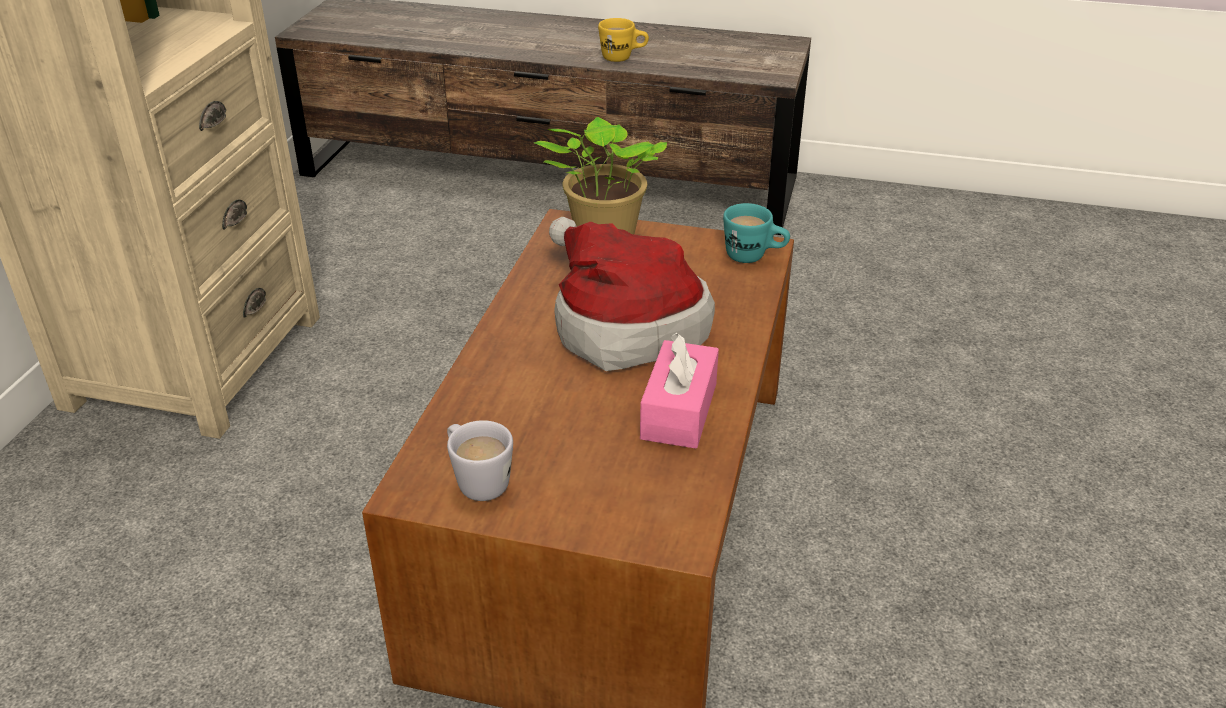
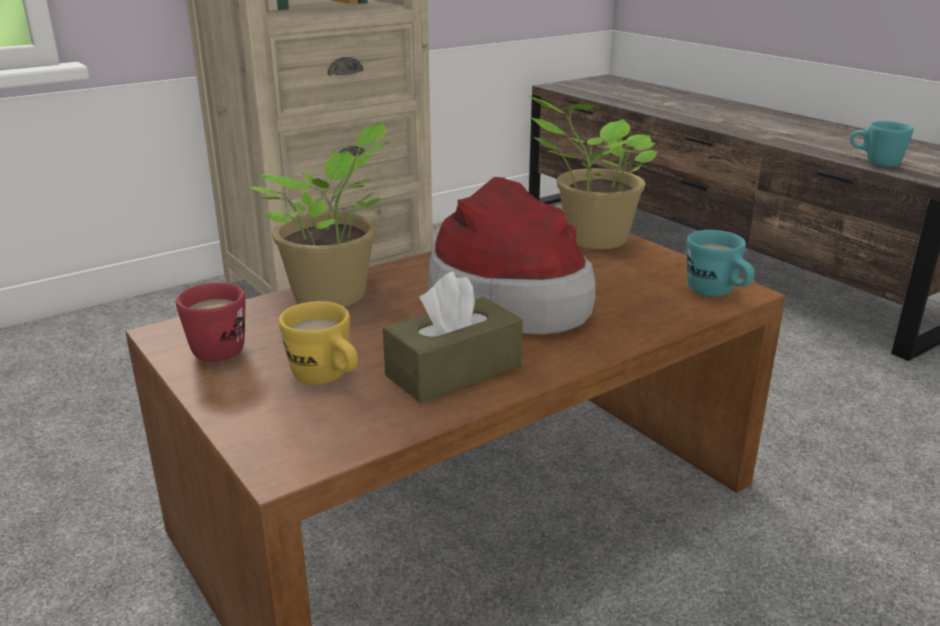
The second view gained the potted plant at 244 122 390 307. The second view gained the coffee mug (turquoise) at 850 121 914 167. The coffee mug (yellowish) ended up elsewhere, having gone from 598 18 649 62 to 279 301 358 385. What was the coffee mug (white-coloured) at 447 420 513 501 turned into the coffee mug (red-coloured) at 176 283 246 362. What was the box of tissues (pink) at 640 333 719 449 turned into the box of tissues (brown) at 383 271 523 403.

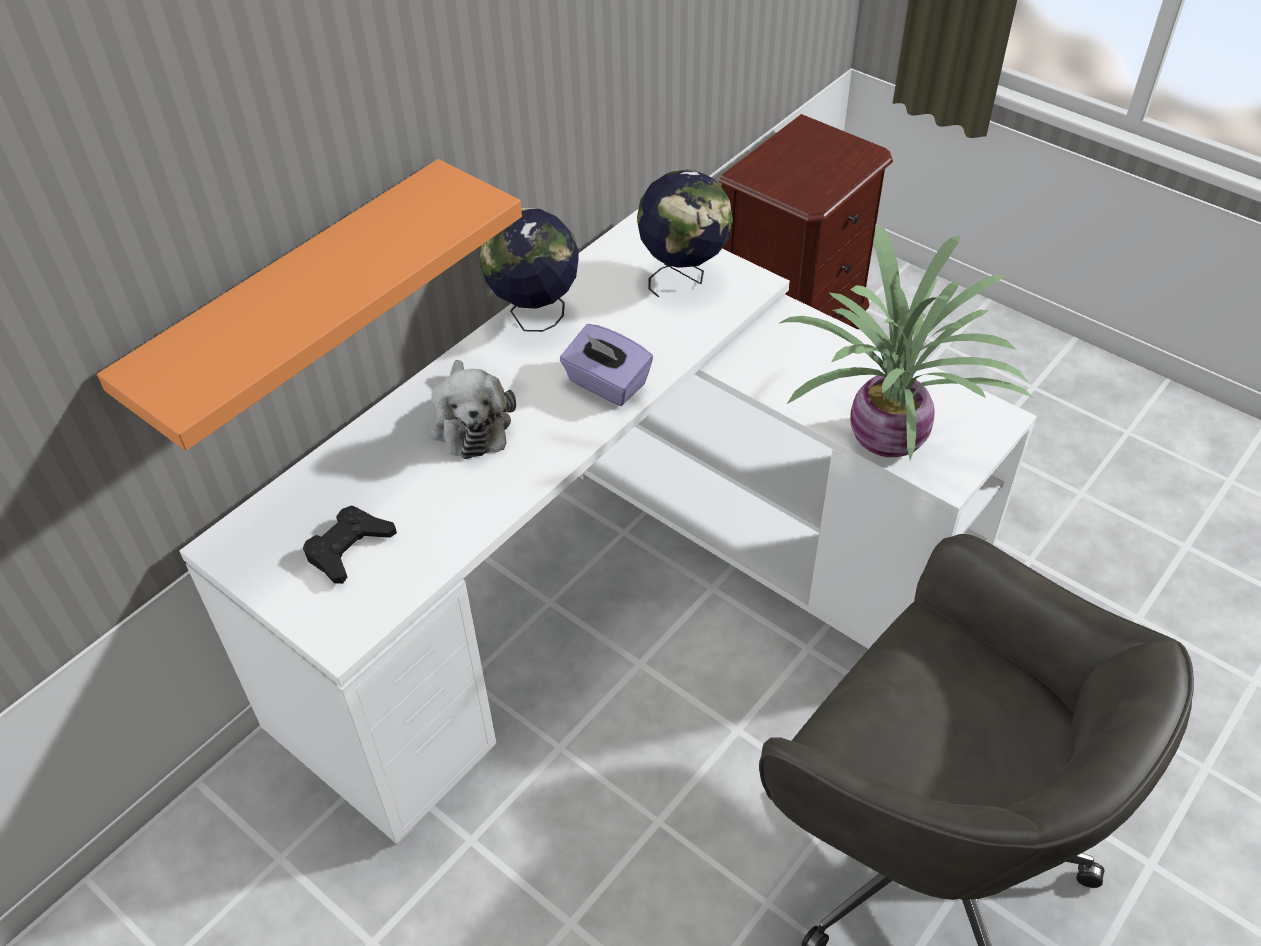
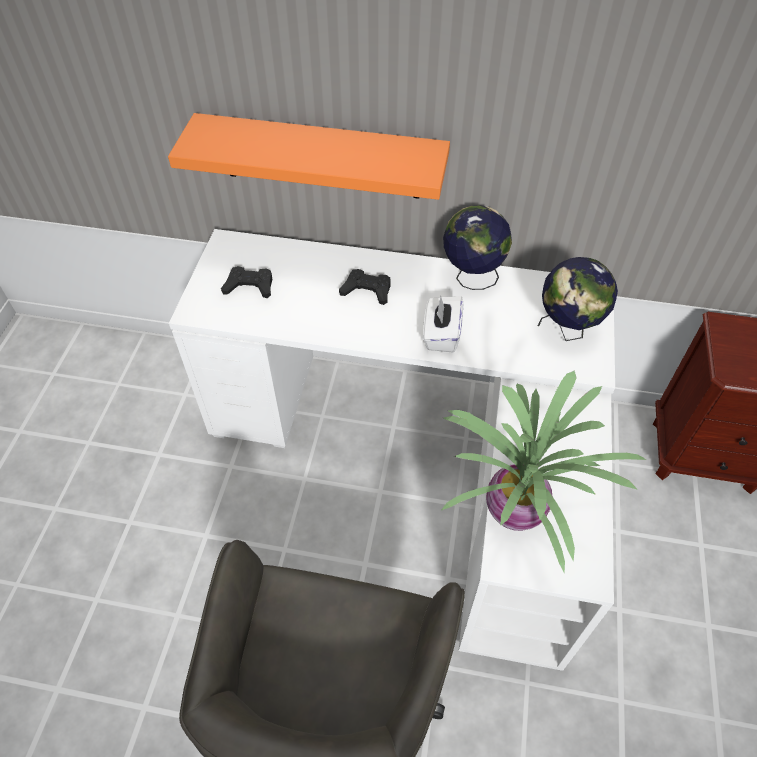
Where the soft toy stood at 430 360 516 459, the joypad (black) came to stand at 339 269 391 305. What was the box of tissues (purplish) at 560 324 653 406 turned into the box of tissues (white-coloured) at 423 296 463 352.

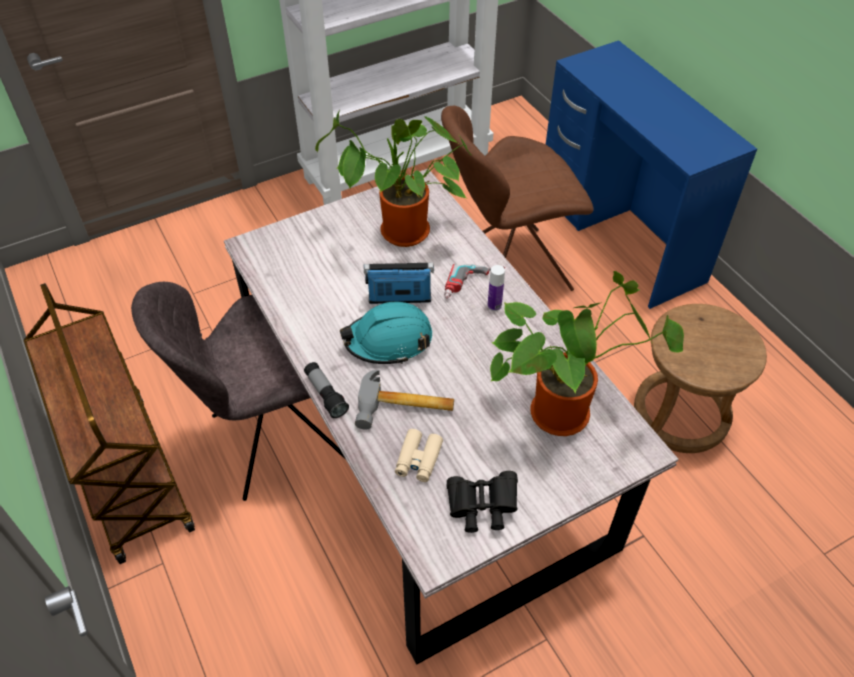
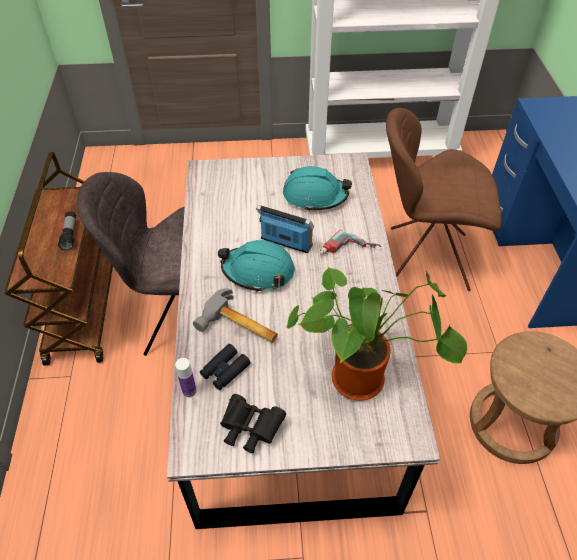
The flashlight ended up elsewhere, having gone from 304 362 349 418 to 58 211 76 250. The drink bottle ended up elsewhere, having gone from 488 265 505 311 to 175 358 197 397. Where the potted plant stood at 315 110 471 247, the work helmet (turquoise) came to stand at 283 166 352 212. What was the binoculars (beige) at 395 429 443 482 turned into the binoculars (black) at 200 344 251 390.

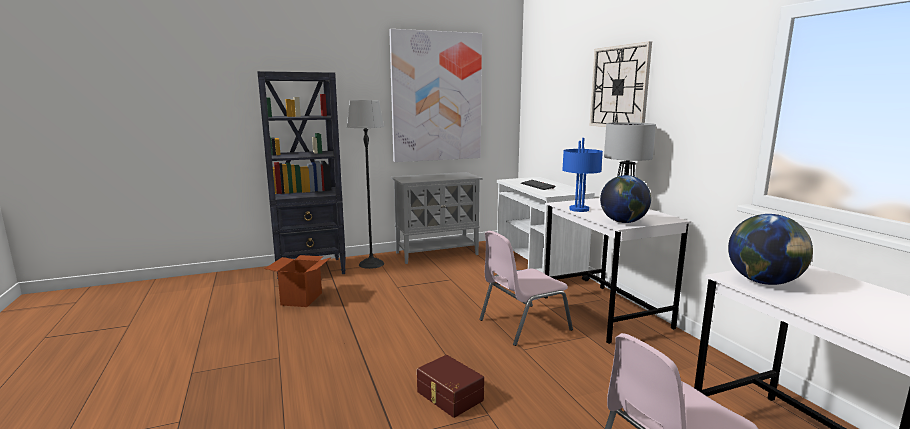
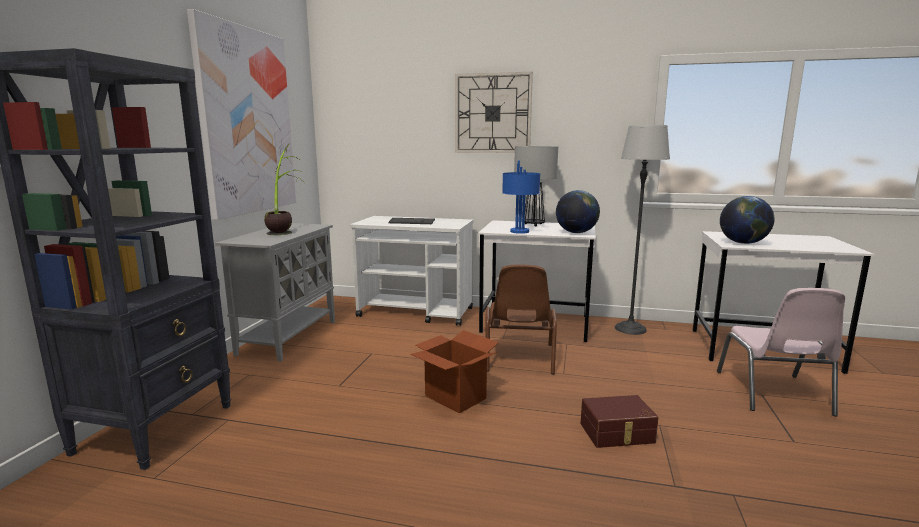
The second view gained the potted plant at 264 144 305 235. The packing box ended up elsewhere, having gone from 265 255 331 307 to 410 330 499 413. The floor lamp ended up elsewhere, having gone from 347 100 384 269 to 614 125 670 335. What was the plain chair (pink) at 479 231 573 346 turned into the plain chair (brown) at 485 265 557 374.

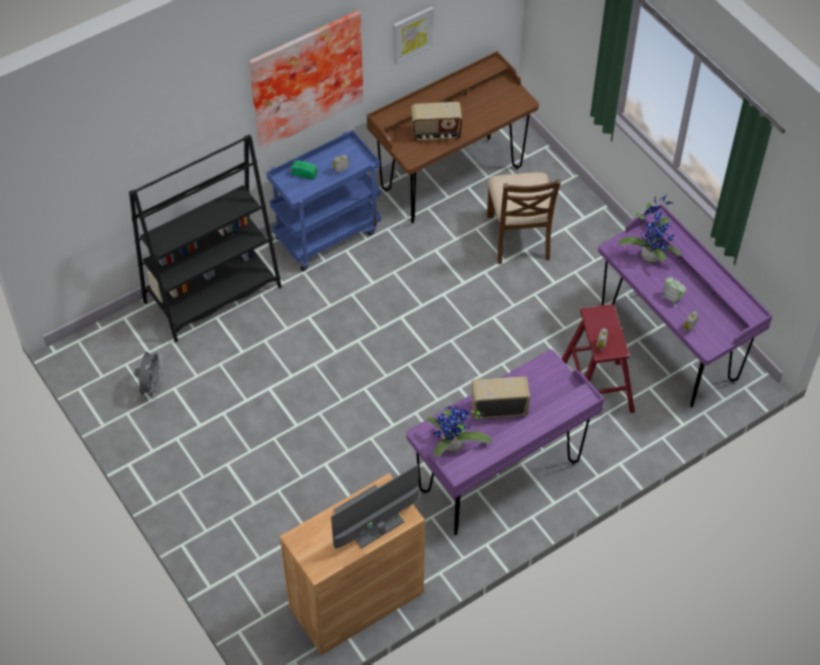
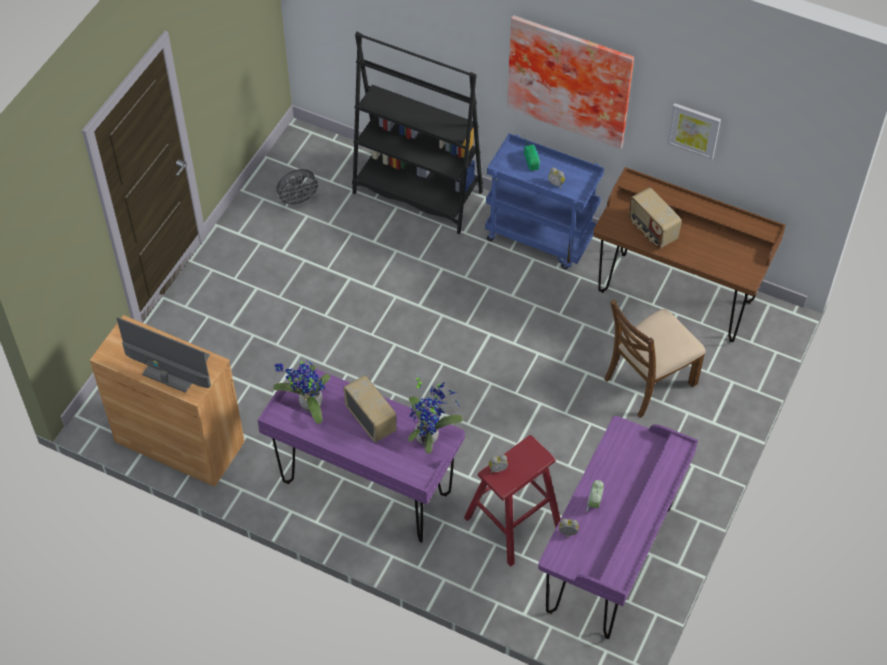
The potted plant ended up elsewhere, having gone from 619 195 682 264 to 408 373 463 454.

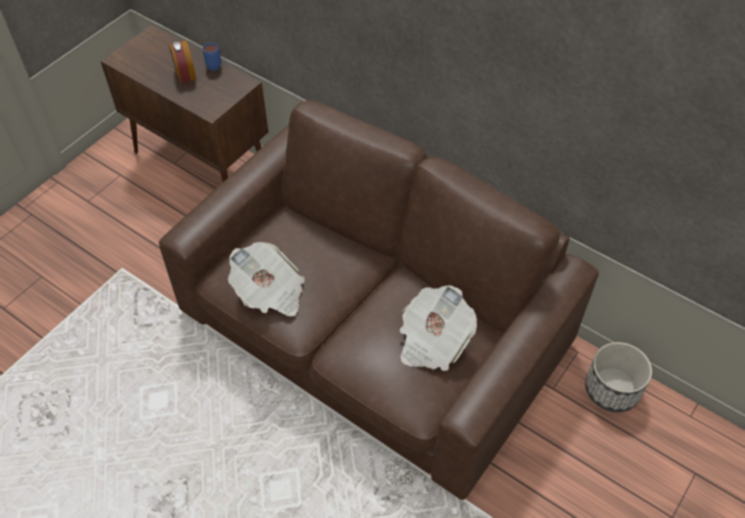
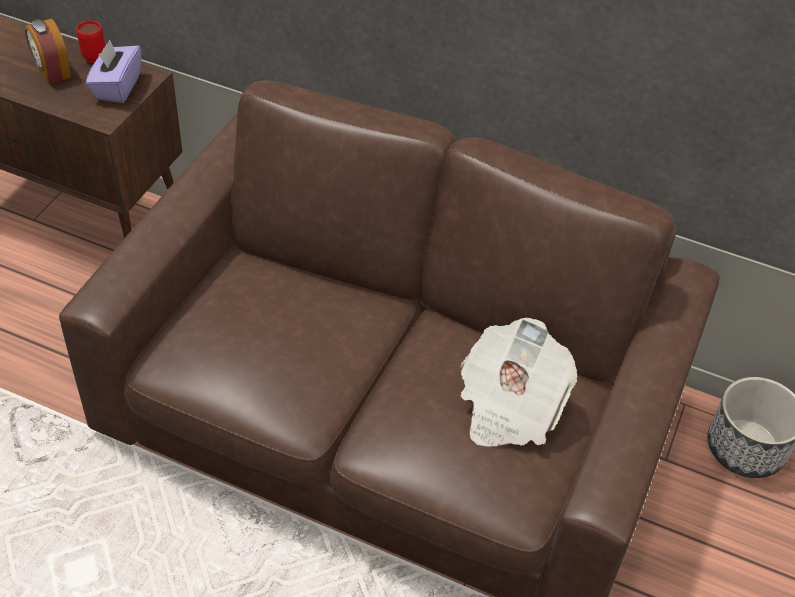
The second view lost the newspaper at 228 242 305 317. The second view gained the box of tissues (purplish) at 86 40 141 103. What was the coffee mug (blue) at 203 43 221 71 turned into the coffee mug (red-coloured) at 77 20 105 63.

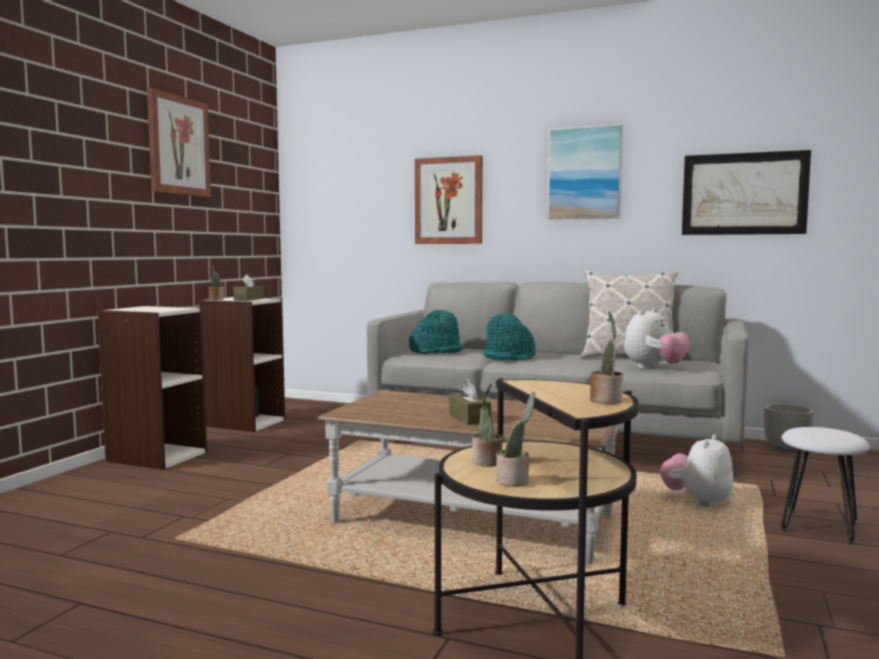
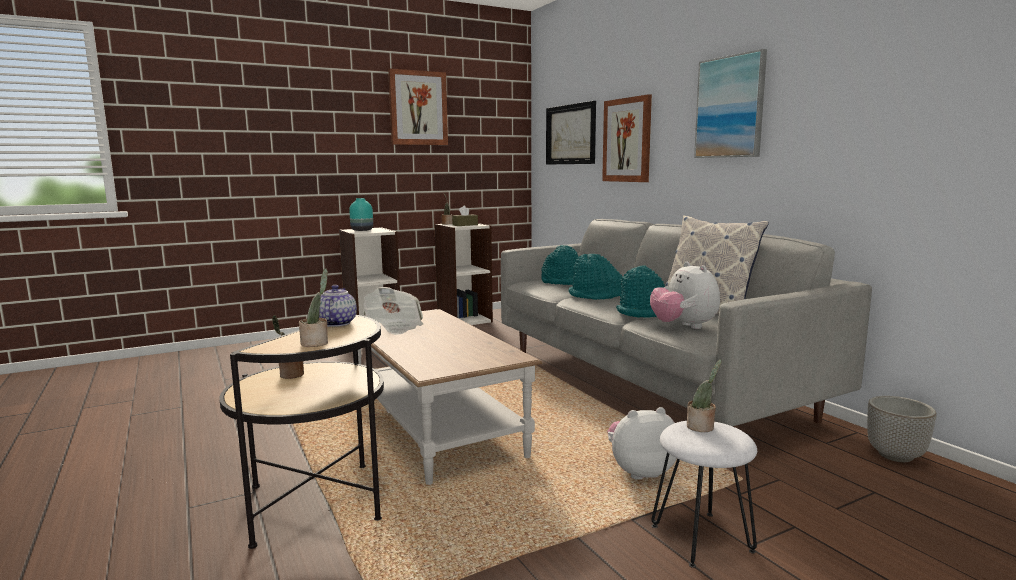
The second view lost the box of tissues (brown) at 449 379 491 425. The second view gained the teapot at 319 285 357 327. The second view gained the flower vase (turquoise) at 349 198 373 231. The second view gained the newspaper at 363 287 424 335. The second view gained the clothing hat (turquoise) at 616 266 665 318. The potted plant ended up elsewhere, having gone from 496 392 536 487 to 687 359 721 432. The wall art ended up elsewhere, having gone from 682 150 811 235 to 546 101 596 165. The soft toy at 624 308 690 369 ended up facing another way, 75 degrees clockwise from before.

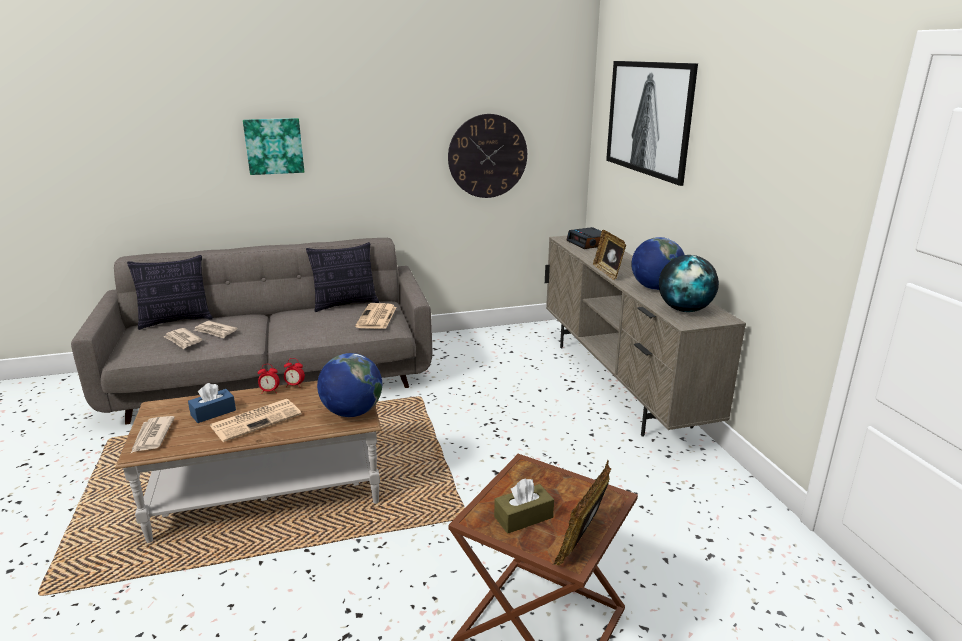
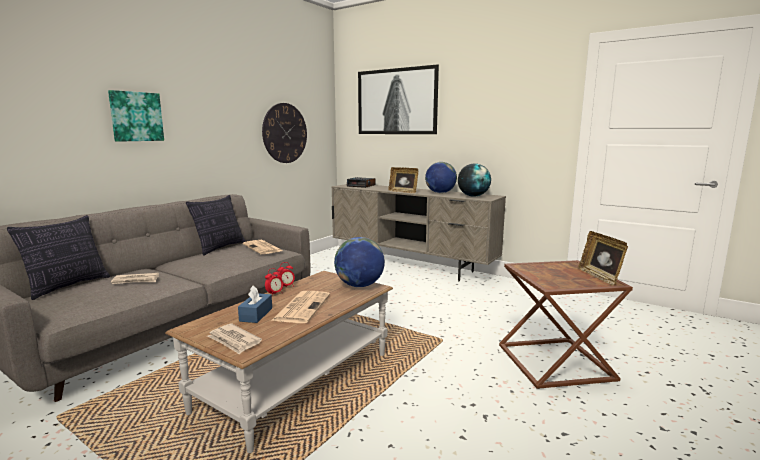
The second view lost the newspaper at 164 328 202 349. The second view lost the box of tissues (brown) at 494 478 554 534.

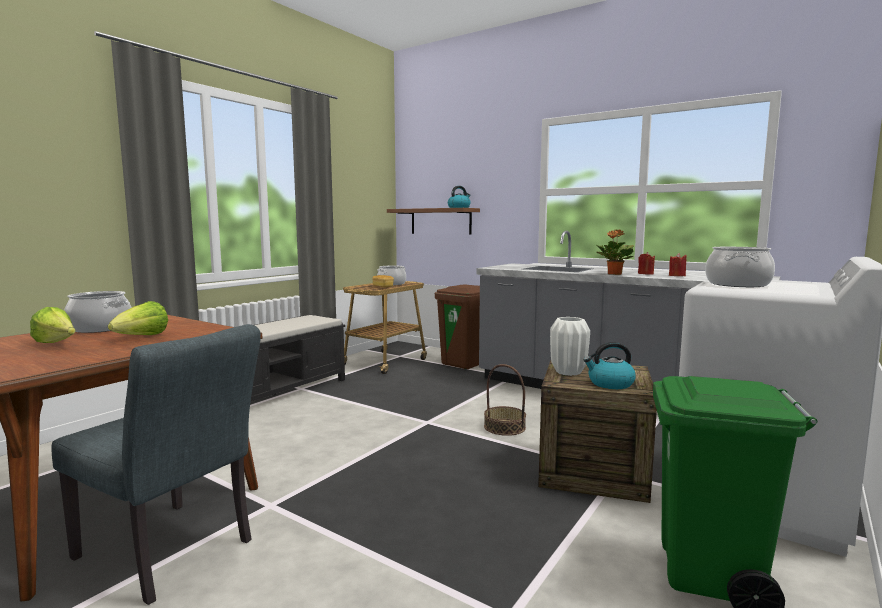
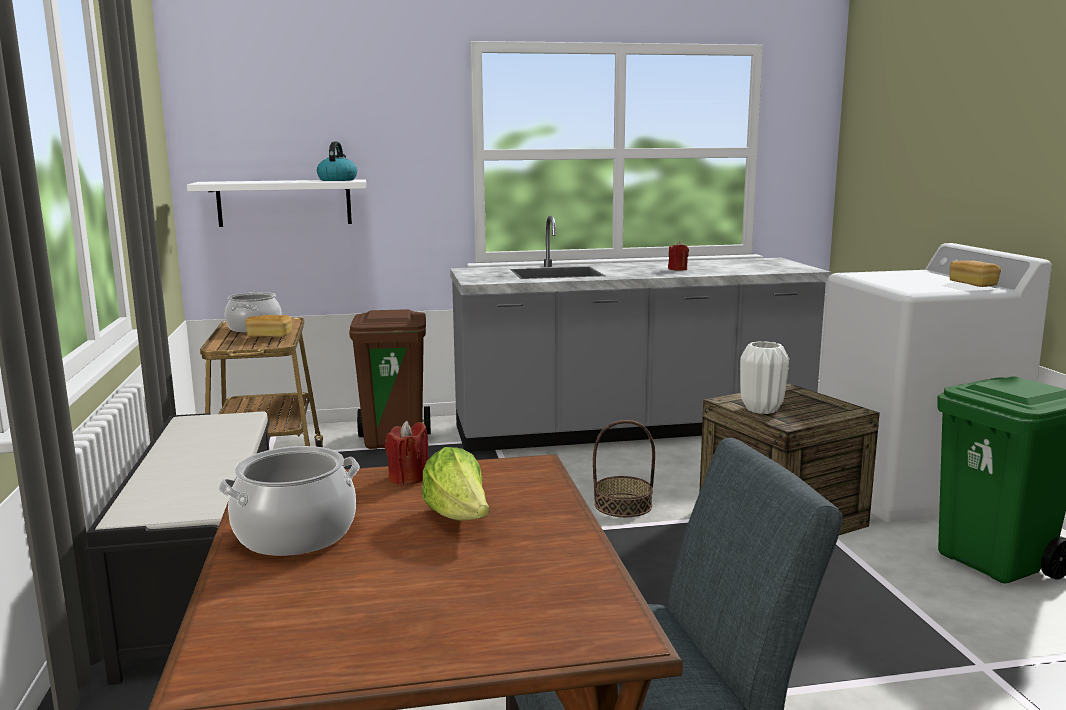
The second view lost the lettuce at 30 307 76 343. The second view lost the water kettle at 583 342 636 389. The second view lost the potted plant at 596 229 634 275. The second view lost the saucepot at 705 247 775 287. The second view gained the bakery bread at 950 260 1001 287. The wax light (red-coloured) ended up elsewhere, having gone from 669 253 686 276 to 385 421 429 486. What was the shelf (brown) at 387 208 480 235 turned into the shelf (white-coloured) at 187 179 366 227.

